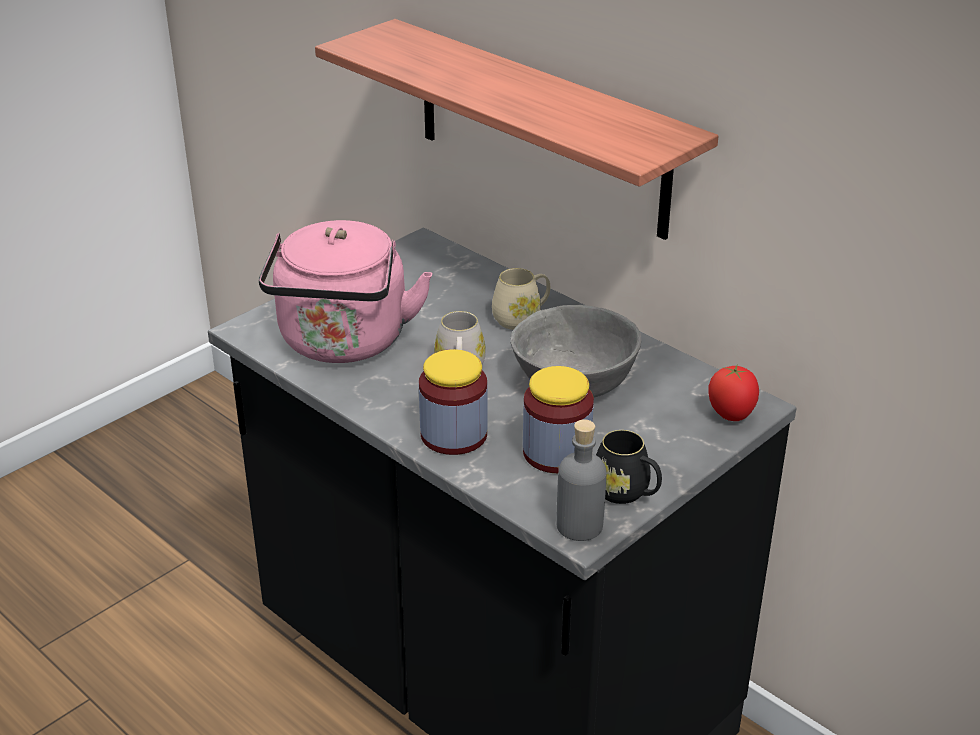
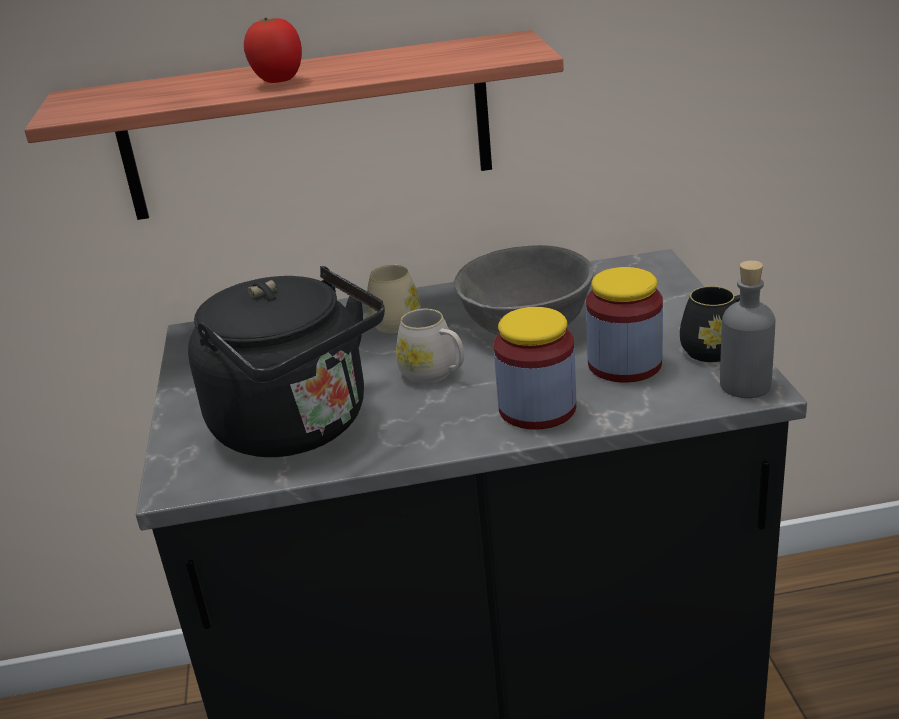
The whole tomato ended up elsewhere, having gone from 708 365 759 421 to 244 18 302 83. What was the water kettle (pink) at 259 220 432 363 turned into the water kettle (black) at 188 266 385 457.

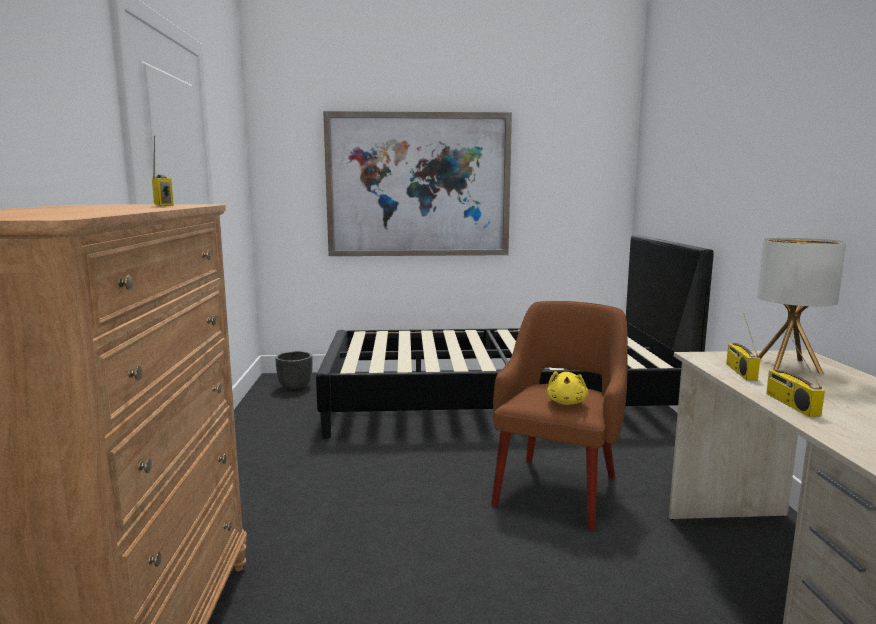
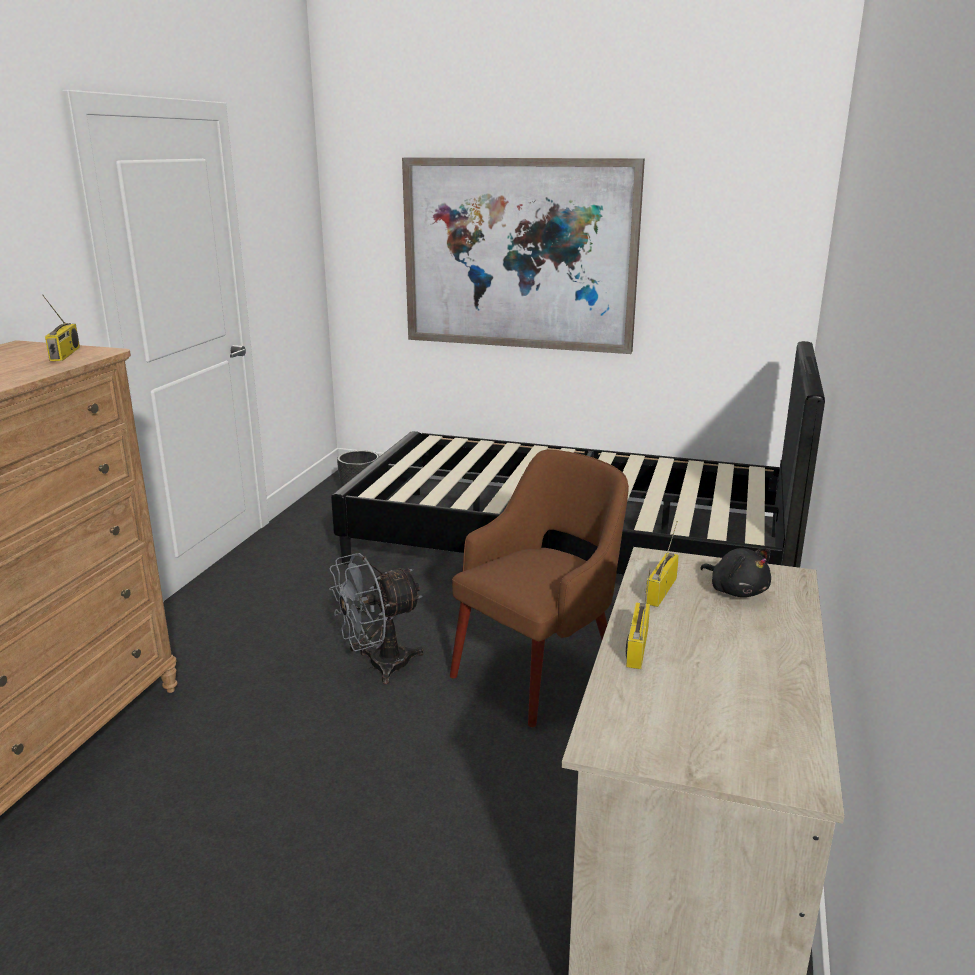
The second view lost the soft toy (yellowish) at 547 371 588 405. The second view gained the electric fan (grey) at 329 553 424 684. Where the table lamp stood at 757 238 846 374, the soft toy (black) came to stand at 700 548 771 597.

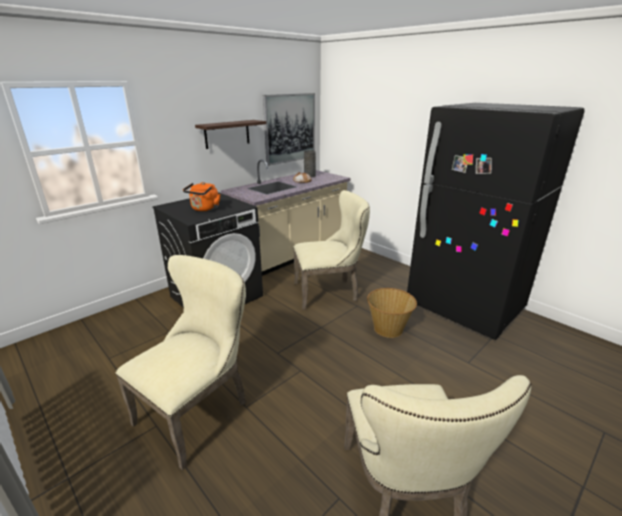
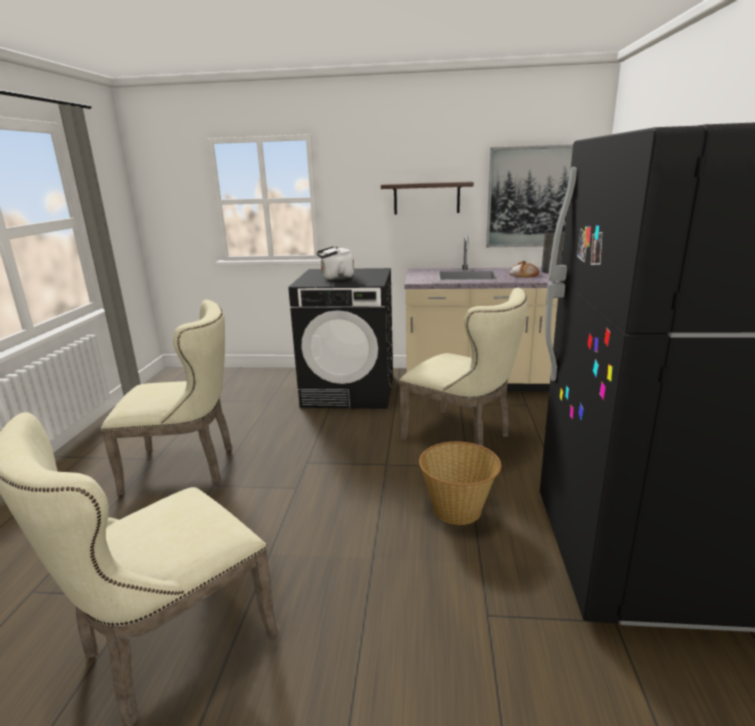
What was the water kettle (orangey) at 183 182 220 211 turned into the water kettle (white-coloured) at 316 246 354 280.

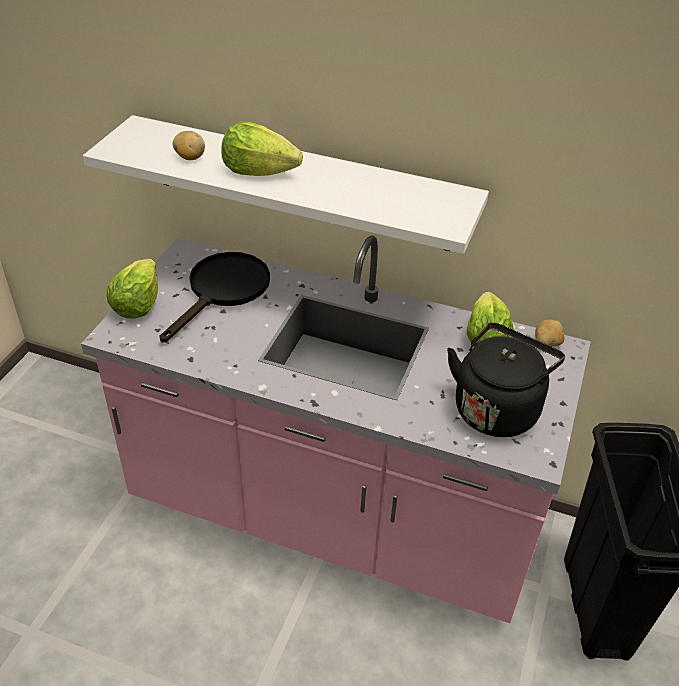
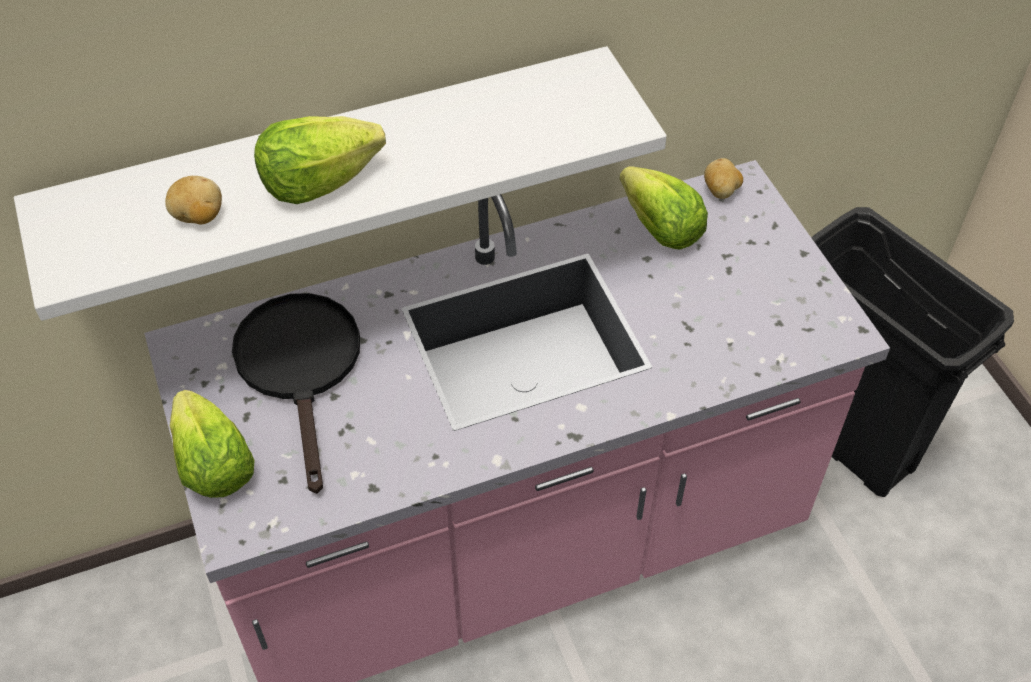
The second view lost the water kettle (black) at 447 323 565 437.

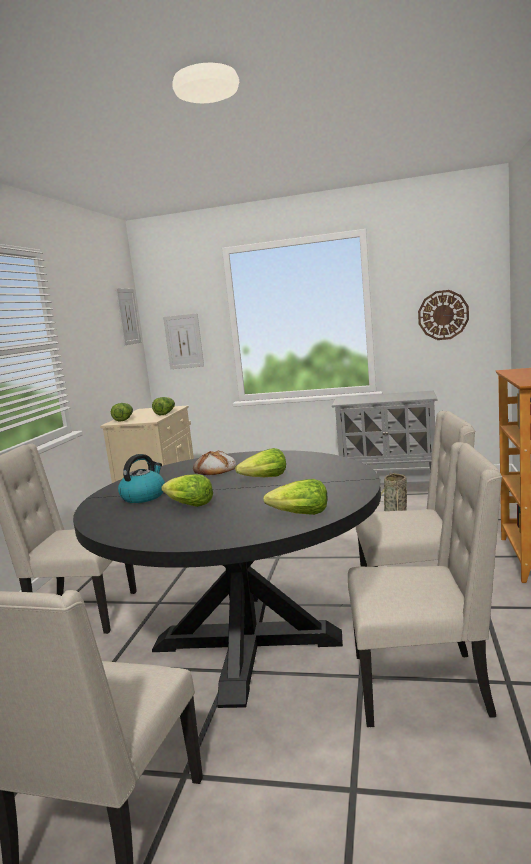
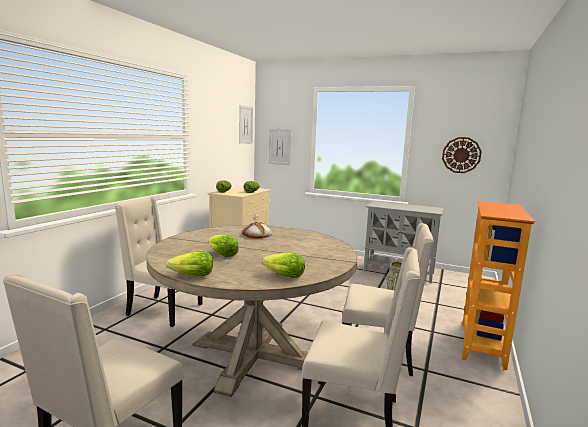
The second view lost the water kettle at 118 454 165 503. The lettuce ended up elsewhere, having gone from 235 448 286 477 to 166 251 213 276. What was the dining table (black) at 73 450 381 708 turned into the dining table (beige) at 146 225 357 397.

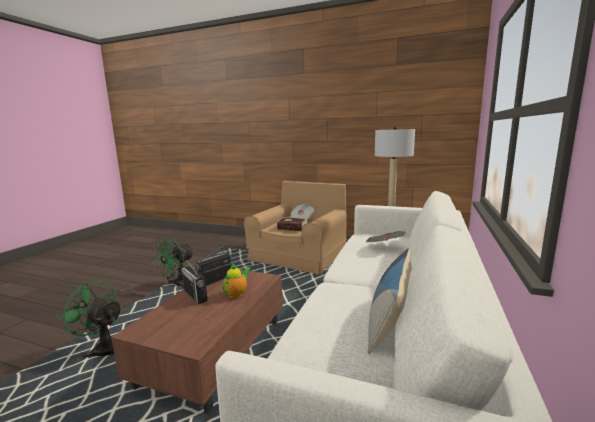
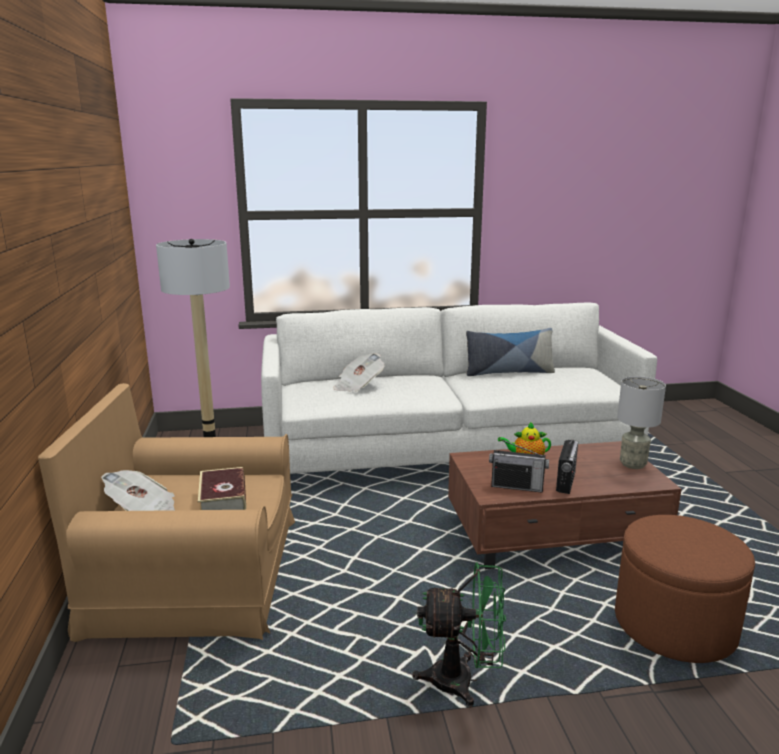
The second view gained the table lamp (grey) at 617 376 666 469. Where the electric fan (green-coloured) stood at 56 279 123 359, the footrest (brown) came to stand at 615 515 755 663.

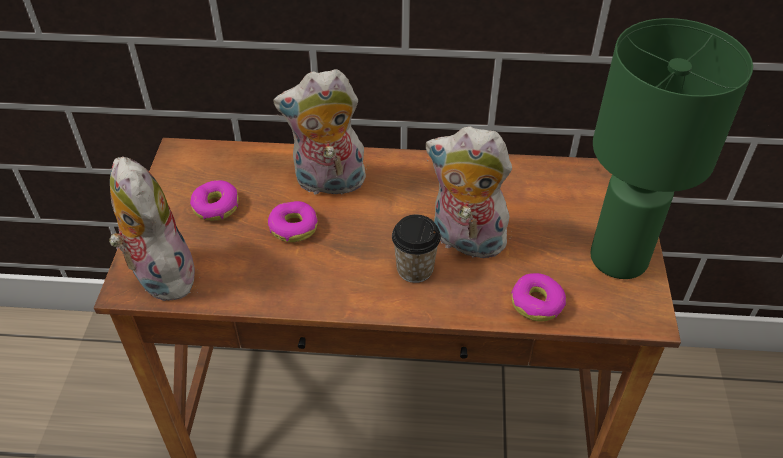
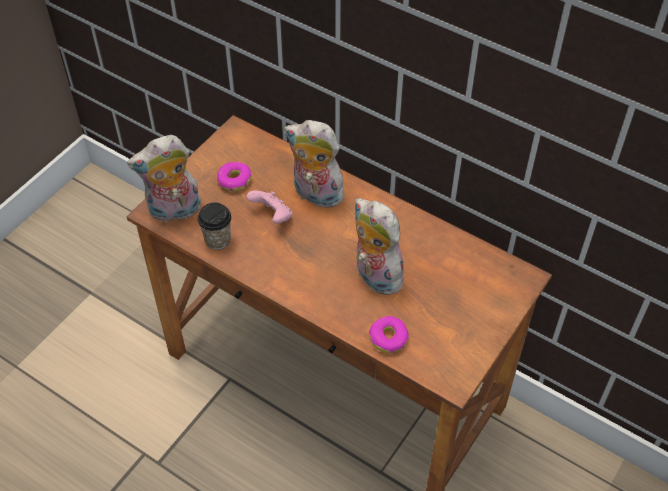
The second view lost the table lamp (green-coloured) at 590 18 753 279. The small cup ended up elsewhere, having gone from 392 215 441 283 to 197 202 232 250. Where the doughnut stood at 268 201 318 242, the joypad (pink) came to stand at 246 190 292 224. The soft toy at 109 156 195 301 ended up facing another way, 105 degrees counterclockwise from before.

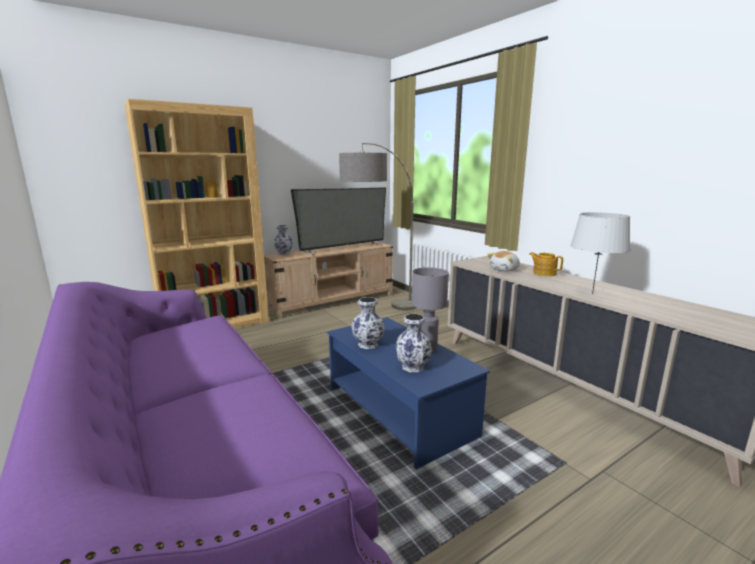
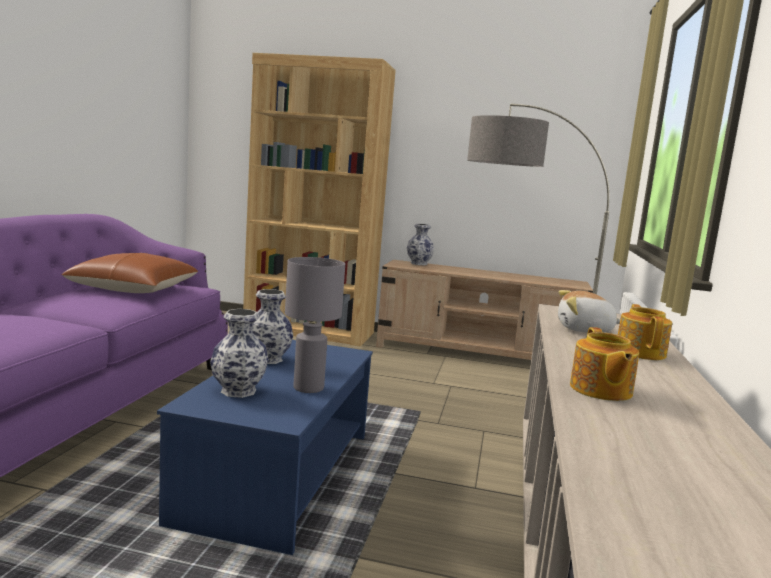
The second view lost the television at 291 187 386 255. The second view gained the throw pillow (brown) at 62 253 198 293. Where the table lamp (grey) stood at 570 212 630 294, the teapot came to stand at 570 327 639 401.

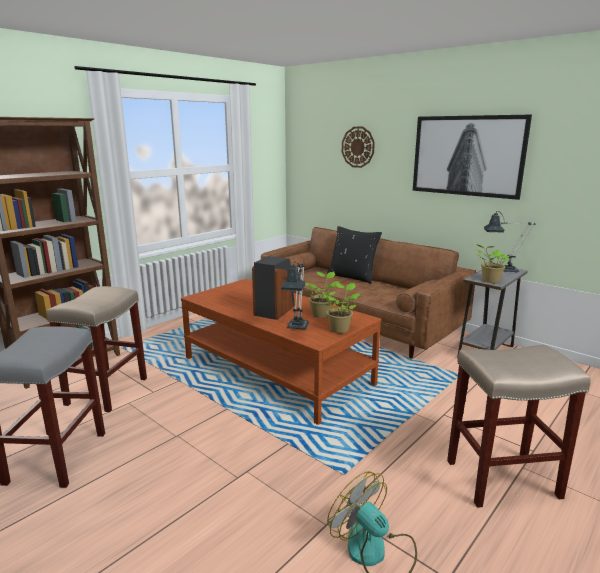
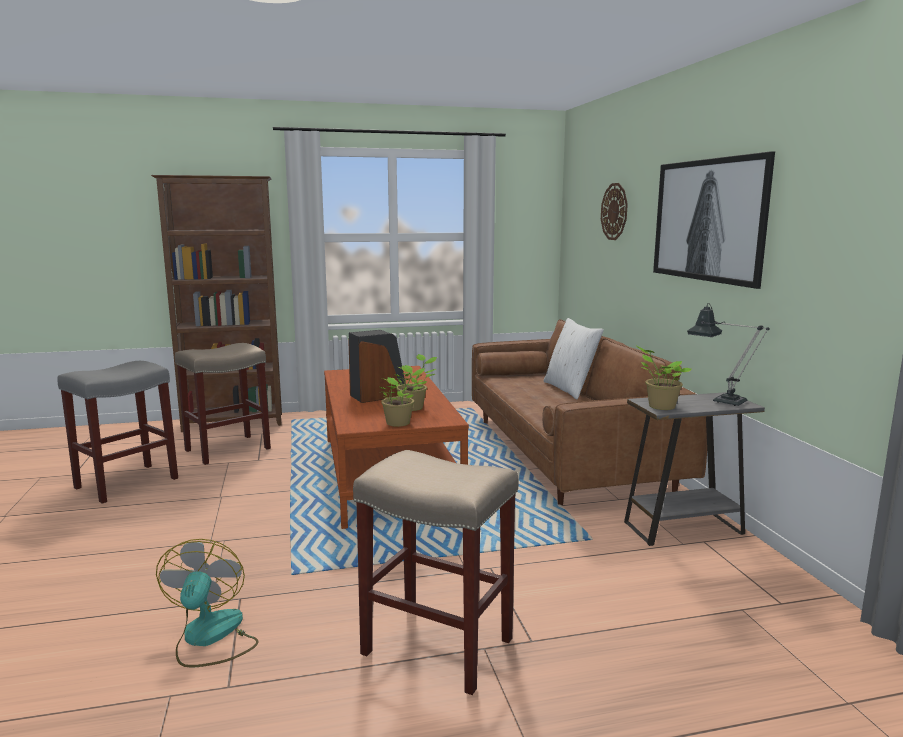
The second view lost the table lamp at 281 262 309 329. What was the throw pillow (black) at 327 226 382 284 turned into the throw pillow (white-coloured) at 544 318 604 399.

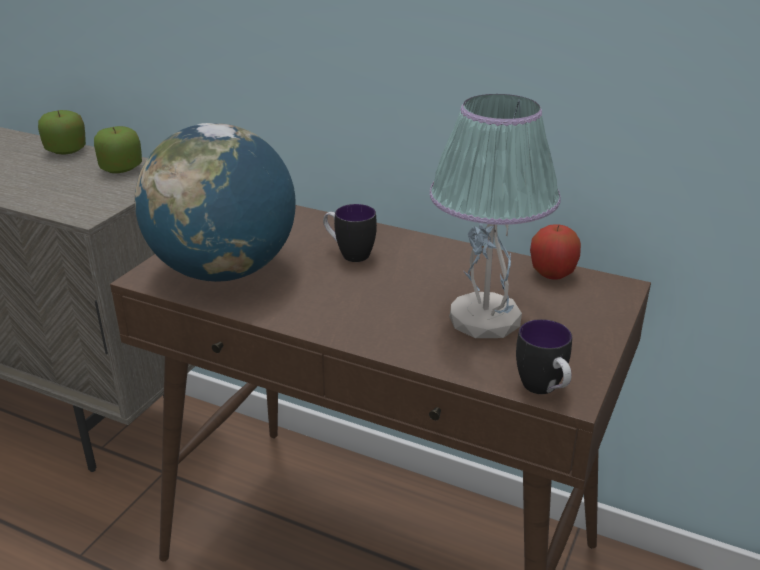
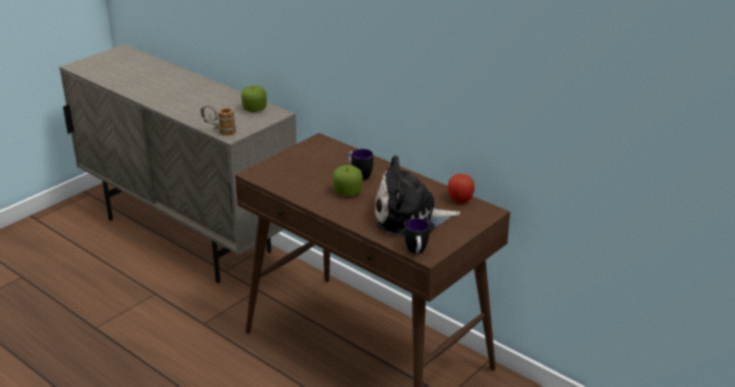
The second view lost the desk globe at 134 123 296 282. The second view gained the coffee mug at 201 105 236 136. The whole apple ended up elsewhere, having gone from 38 110 86 154 to 333 165 363 196. Where the table lamp stood at 430 94 561 338, the soft toy came to stand at 375 155 461 235.

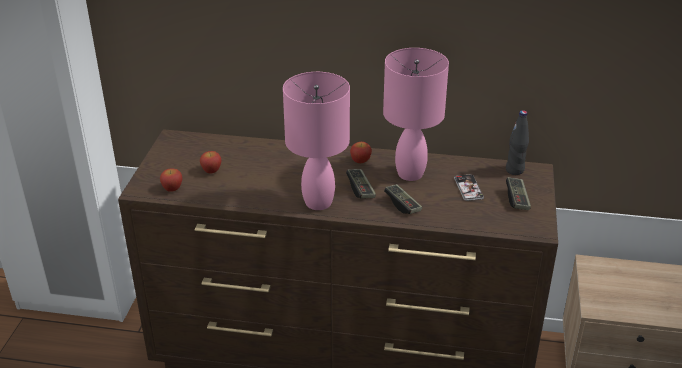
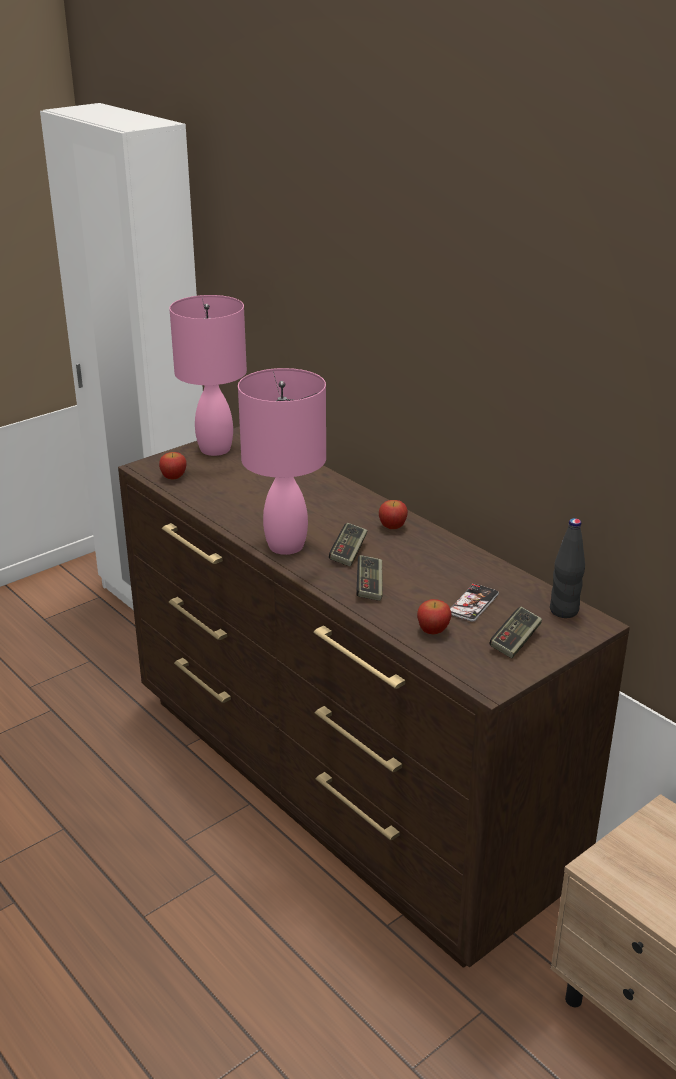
The whole apple ended up elsewhere, having gone from 200 151 221 174 to 417 599 452 634. The table lamp (pink) ended up elsewhere, having gone from 383 48 449 181 to 169 295 247 456.

